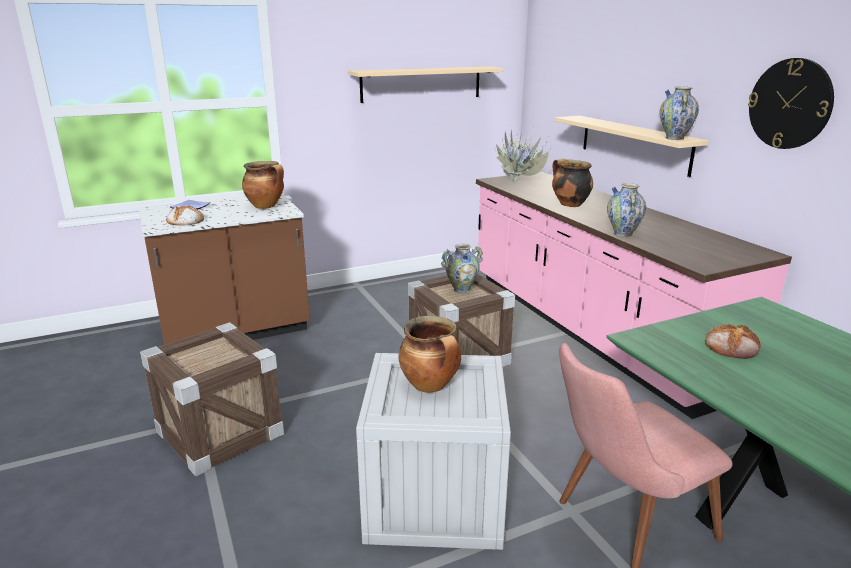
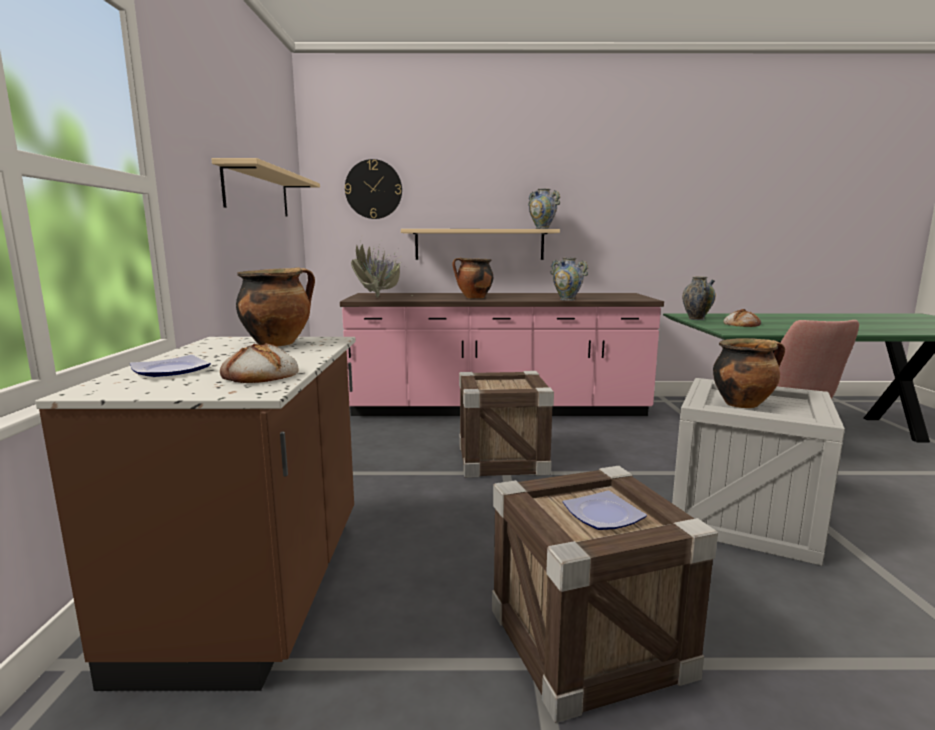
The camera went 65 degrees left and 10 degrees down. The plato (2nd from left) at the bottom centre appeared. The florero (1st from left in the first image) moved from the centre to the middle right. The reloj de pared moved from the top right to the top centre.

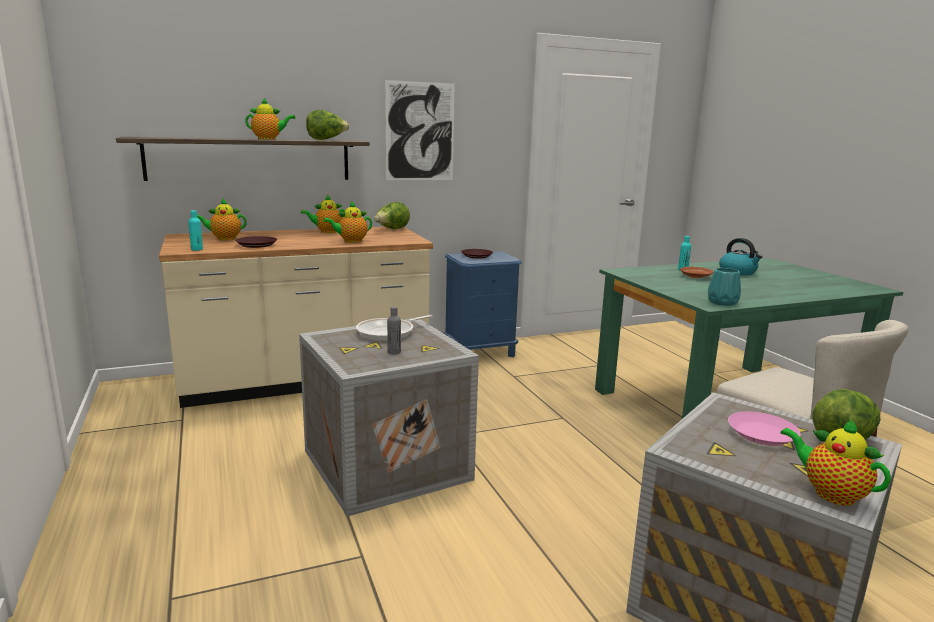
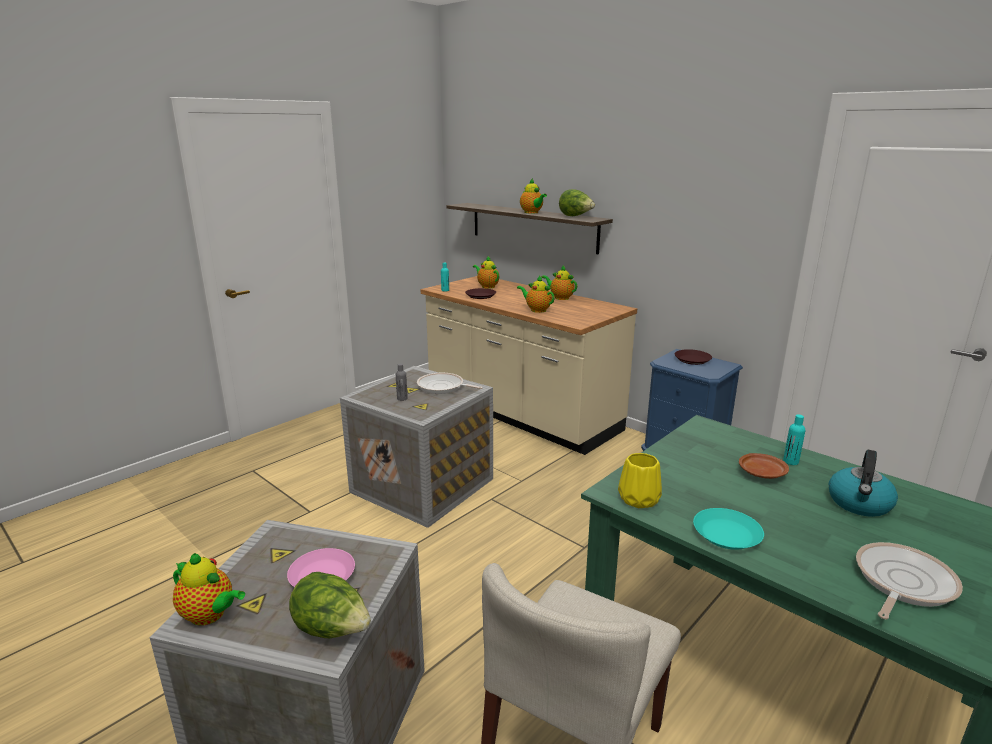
The camera went 65 degrees right and 5 degrees up. The lechuga (2nd from left) at the centre disappeared. The cuadro at the top centre disappeared. The plato/turquesa at the bottom right appeared. The sartén (2nd from left) at the bottom right appeared. The florero/turquesa at the middle right became the florero/amarillo at the centre. The tetera (5th from left in the first image) at the bottom right turned 90 degrees clockwise.

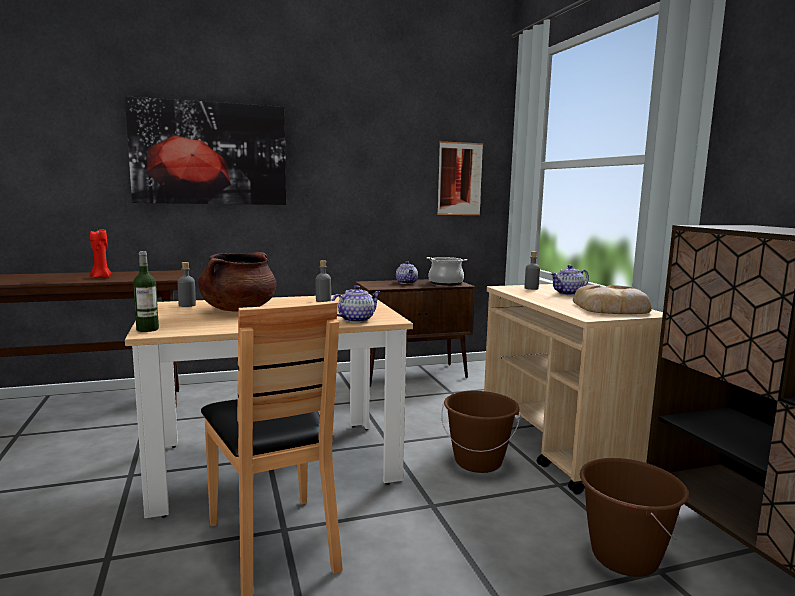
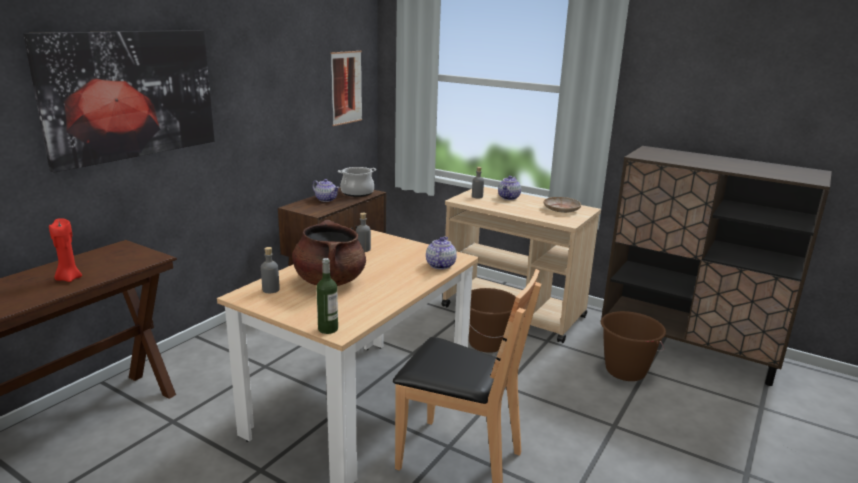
The camera went 40 degrees left and 10 degrees up. The pan at the middle right was replaced by the plato/beis at the centre.

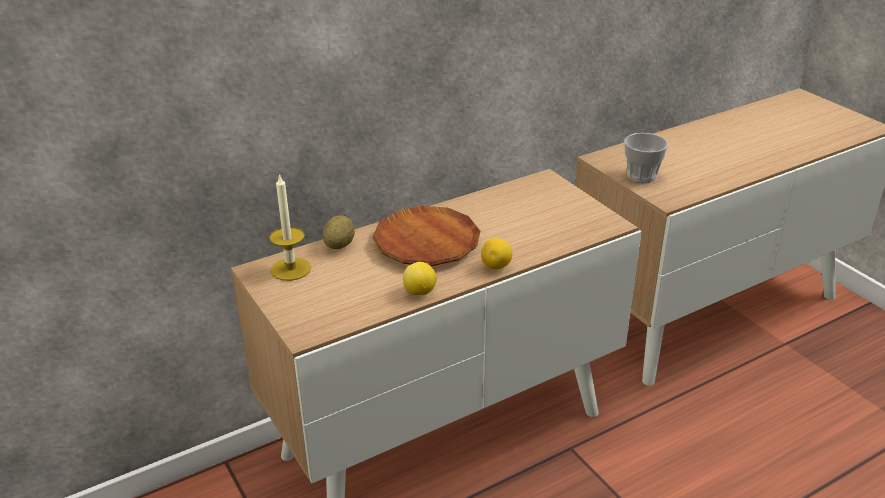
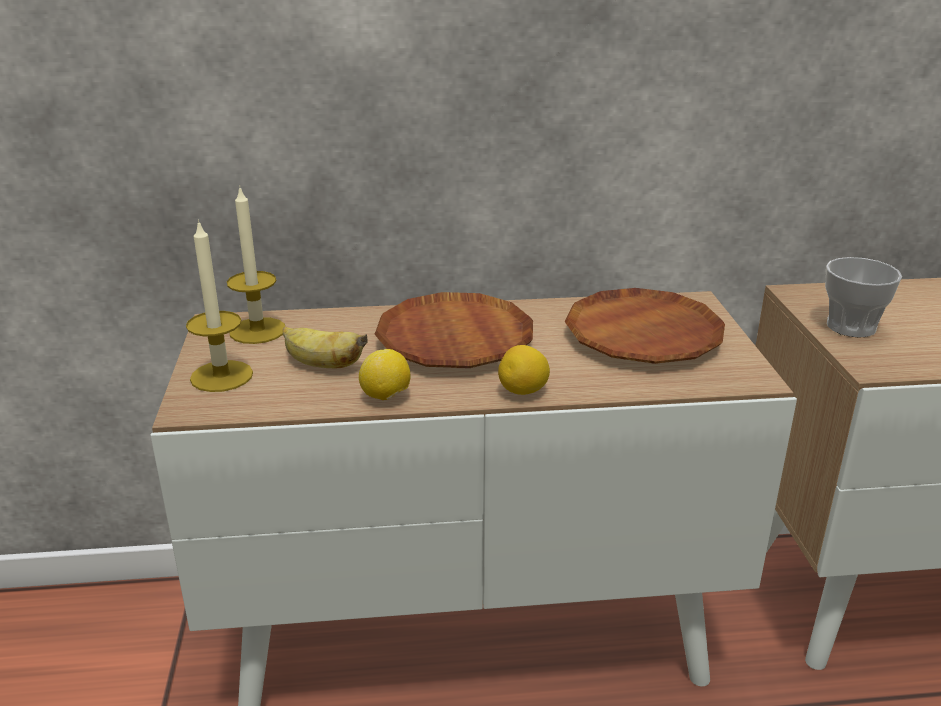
The camera went 25 degrees right and 5 degrees down. The patata at the centre disappeared. The vela (1st from left) at the middle left appeared. The plátano at the centre appeared. The plato/marrón (2nd from left) at the middle right appeared.

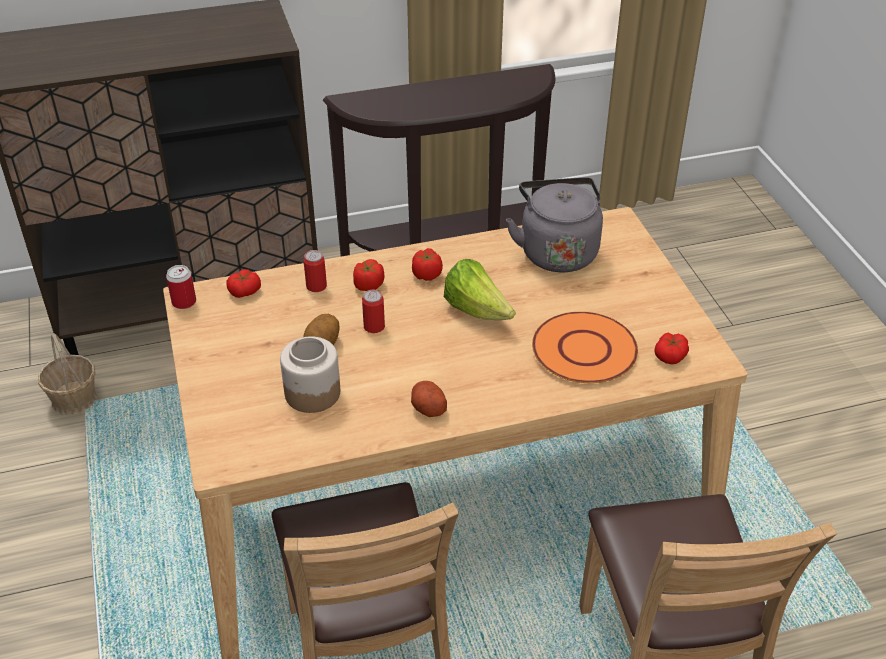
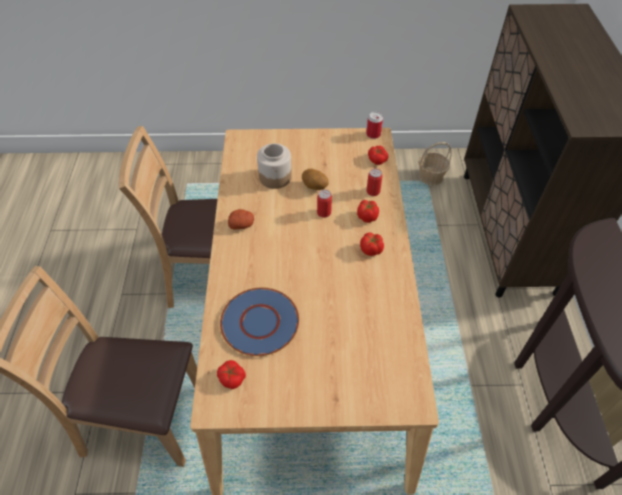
The camera went 105 degrees right and 10 degrees up. The lechuga at the centre disappeared. The hervidor/gris at the centre disappeared. The plato/naranja at the centre became the plato/azul at the centre.

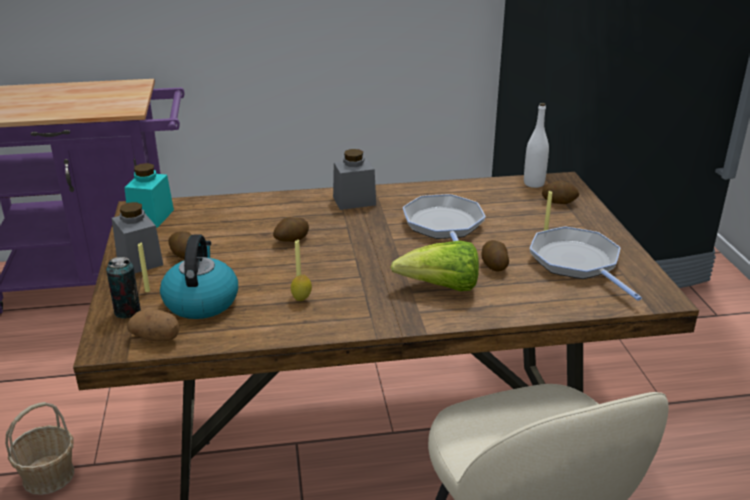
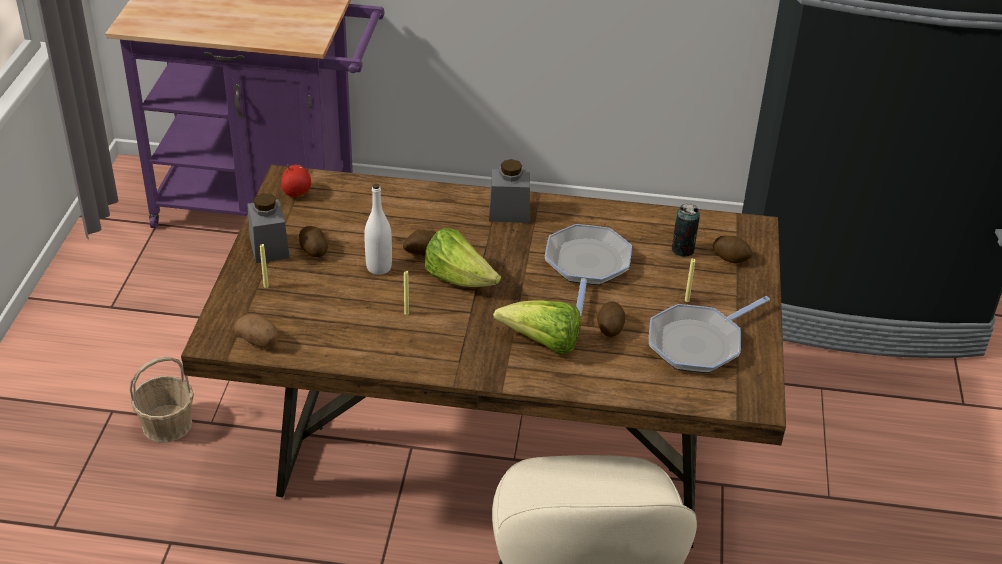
The camera went 15 degrees right and 10 degrees up. The hervidor at the middle left disappeared. The limón at the centre disappeared. The lechuga (1st from left) at the centre appeared. The lata moved from the middle left to the middle right. The botella/blanco moved from the top right to the centre. The tarro/turquesa at the middle left was replaced by the manzana at the top left. The sartén (2nd from left) at the middle right turned 120 degrees counterclockwise.

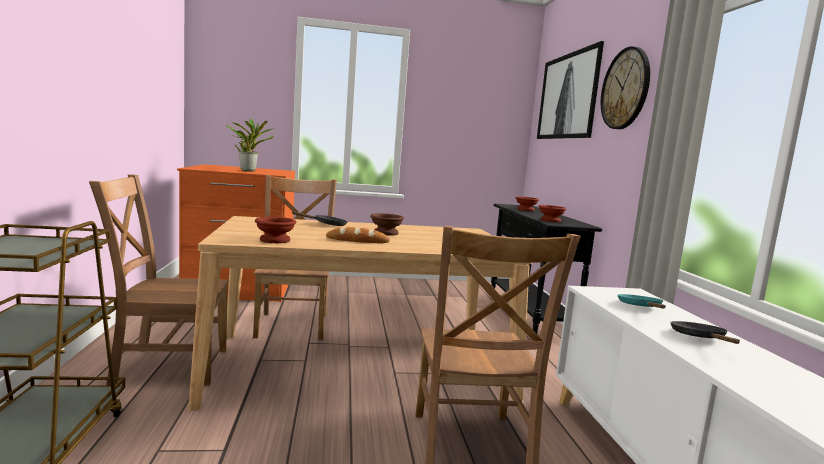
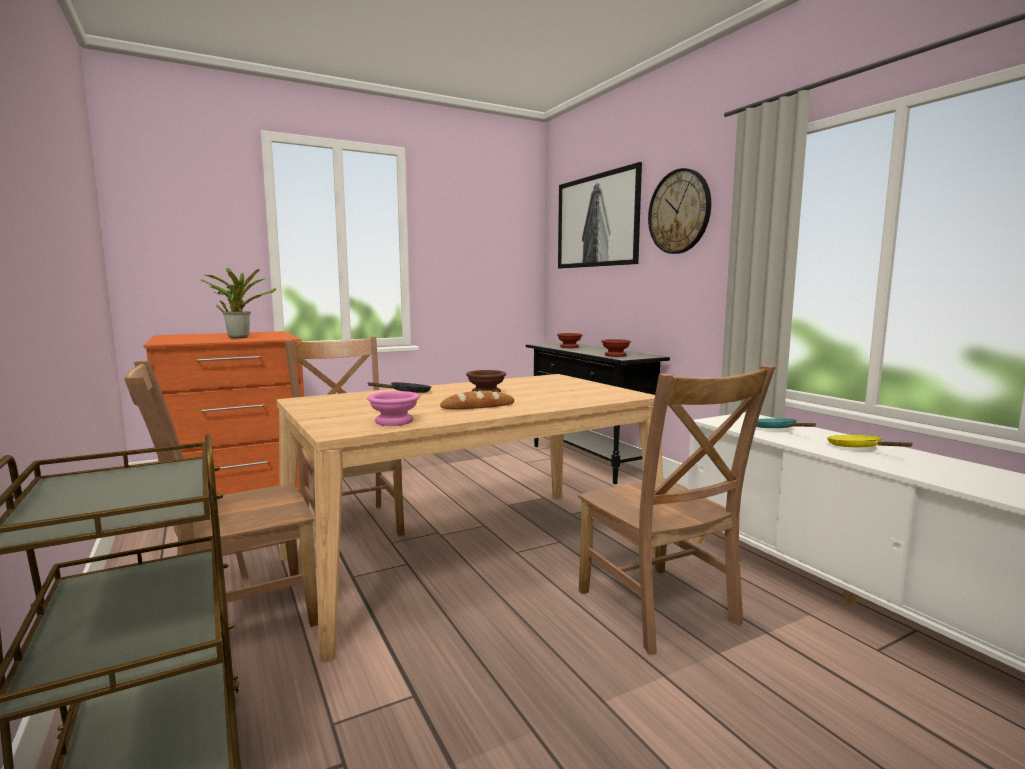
The camera went 20 degrees left and 0 degrees up. The cuenco/marrón (1st from left) at the centre became the cuenco/rosa at the centre. The sartén/negro (2nd from left) at the bottom right became the sartén/amarillo at the middle right.

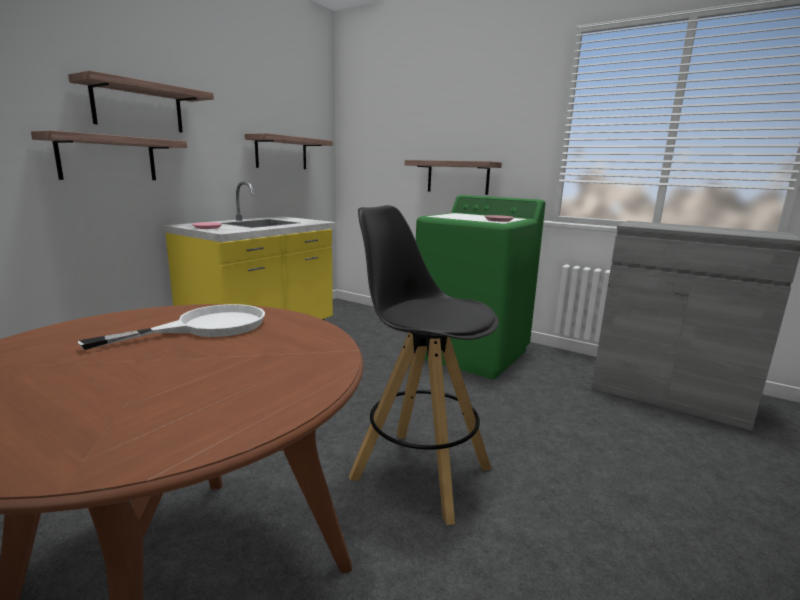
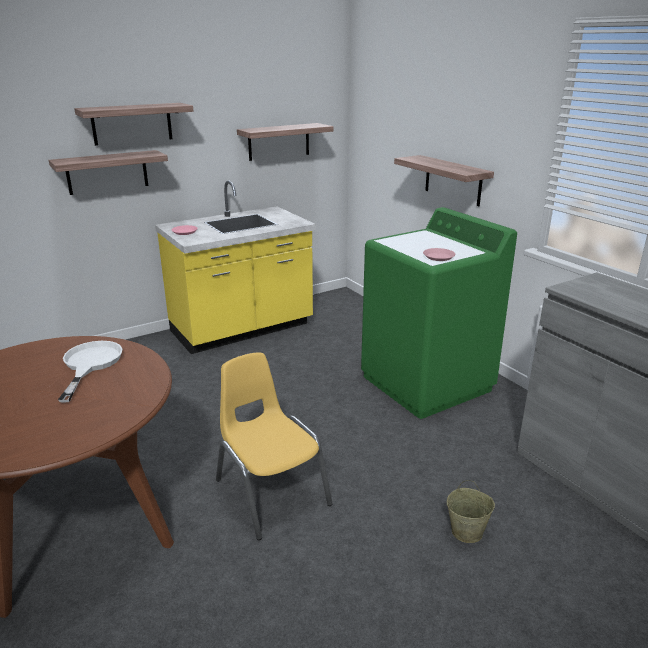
The camera went 25 degrees right and 10 degrees up. The cubo/beis at the bottom right appeared. The taburete/negro at the centre was replaced by the silla/amarillo at the bottom centre. The sartén/blanco at the middle left turned 75 degrees counterclockwise.

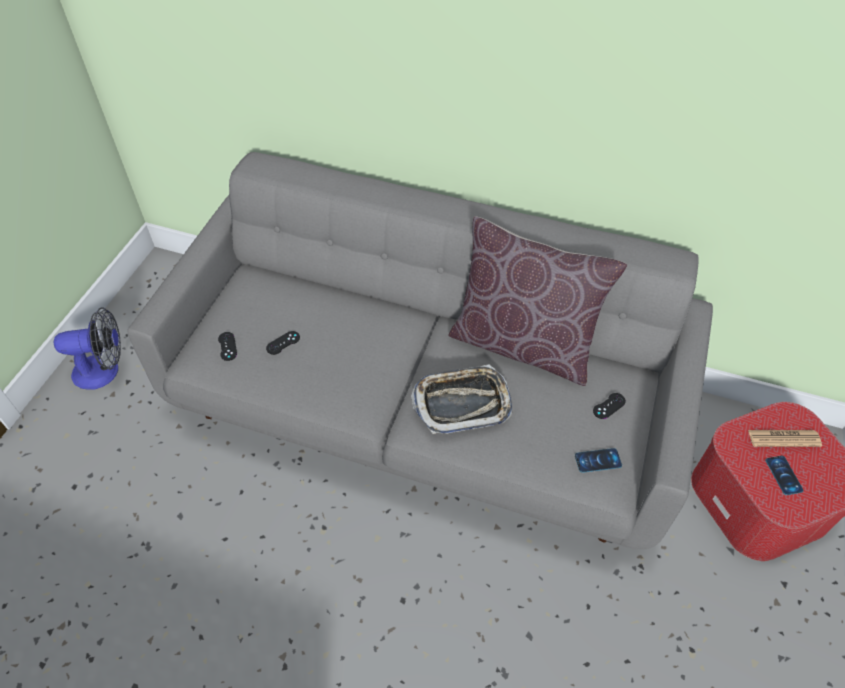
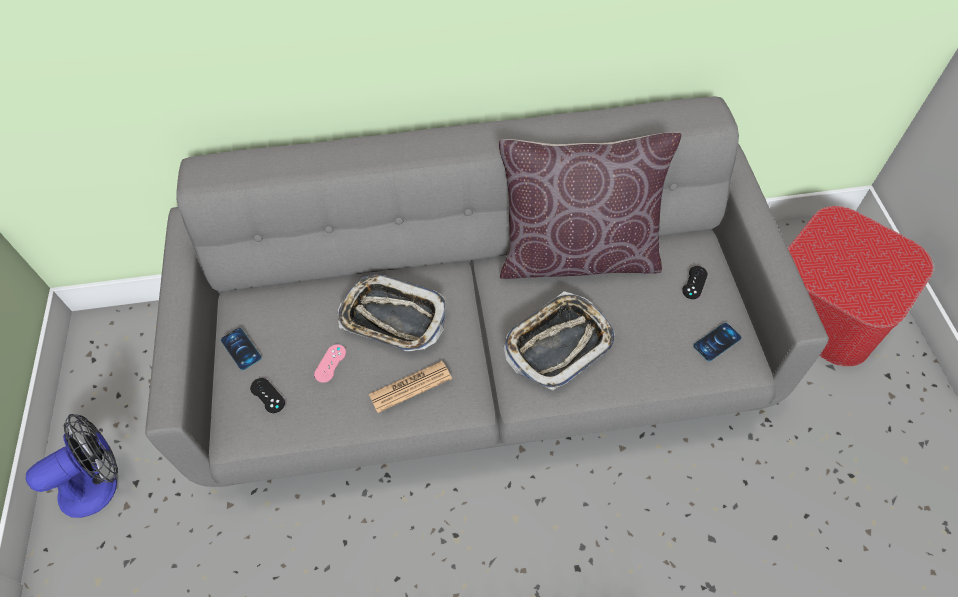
The camera went 25 degrees left and 5 degrees up. The bandeja (1st from left) at the centre appeared. The periódico moved from the middle right to the centre. The móvil (2nd from left in the first image) moved from the bottom right to the middle left. The mando de consola/negro (2nd from left) at the centre became the mando de consola/rosa at the centre.

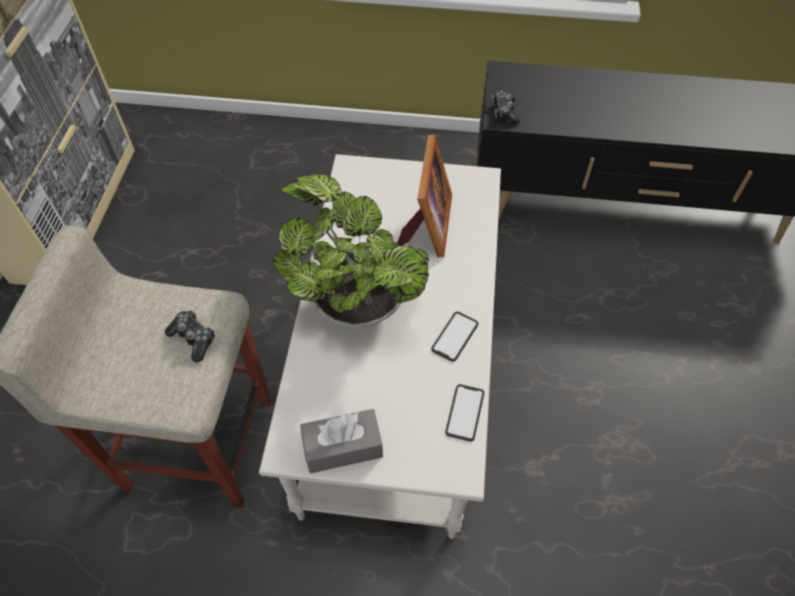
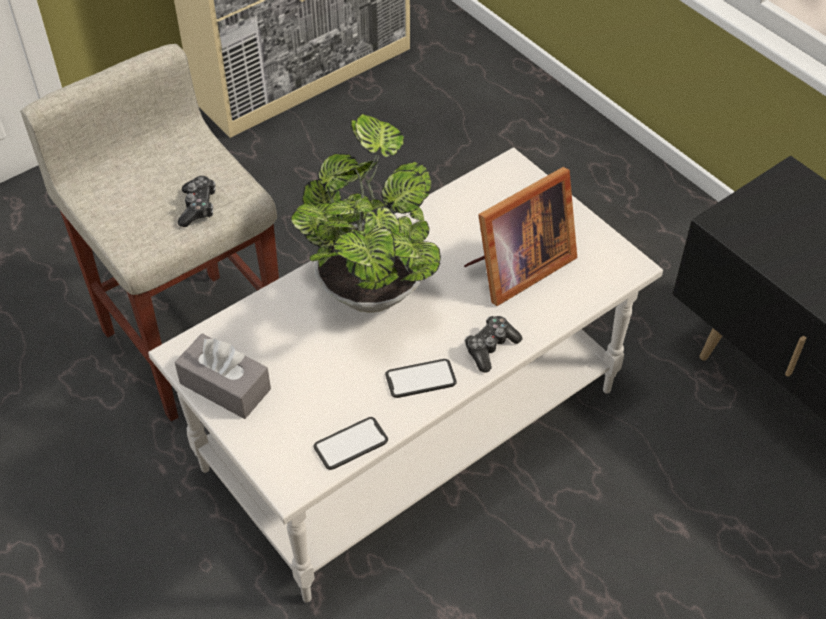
The camera went 45 degrees right and 5 degrees down. The mando de consola (2nd from left) moved from the top centre to the centre.

